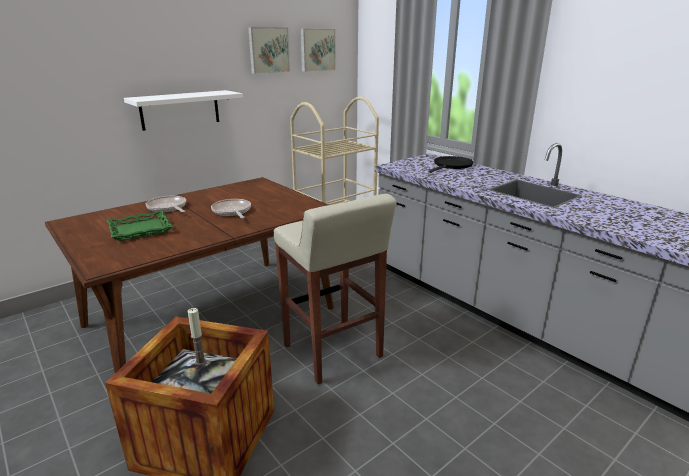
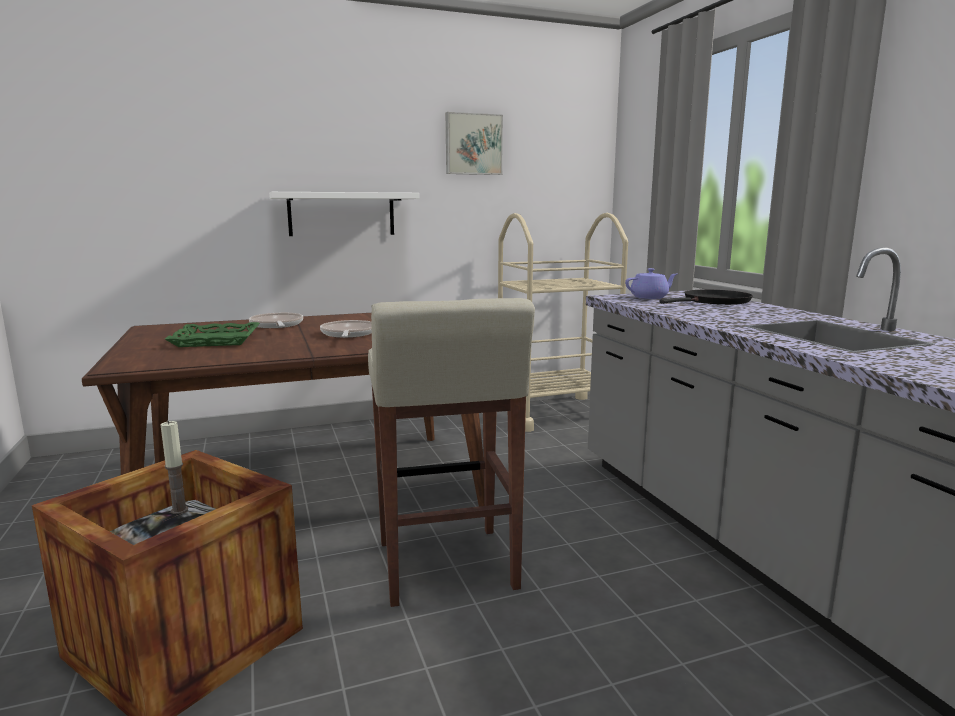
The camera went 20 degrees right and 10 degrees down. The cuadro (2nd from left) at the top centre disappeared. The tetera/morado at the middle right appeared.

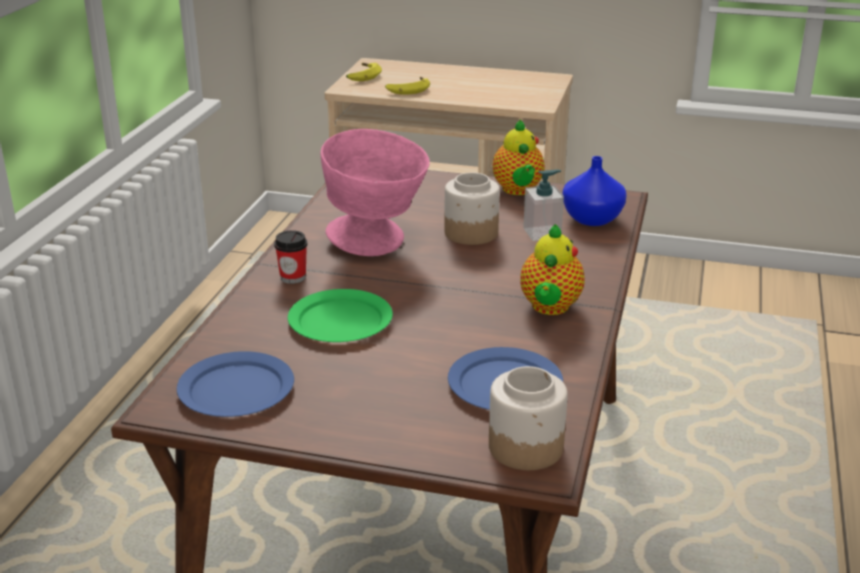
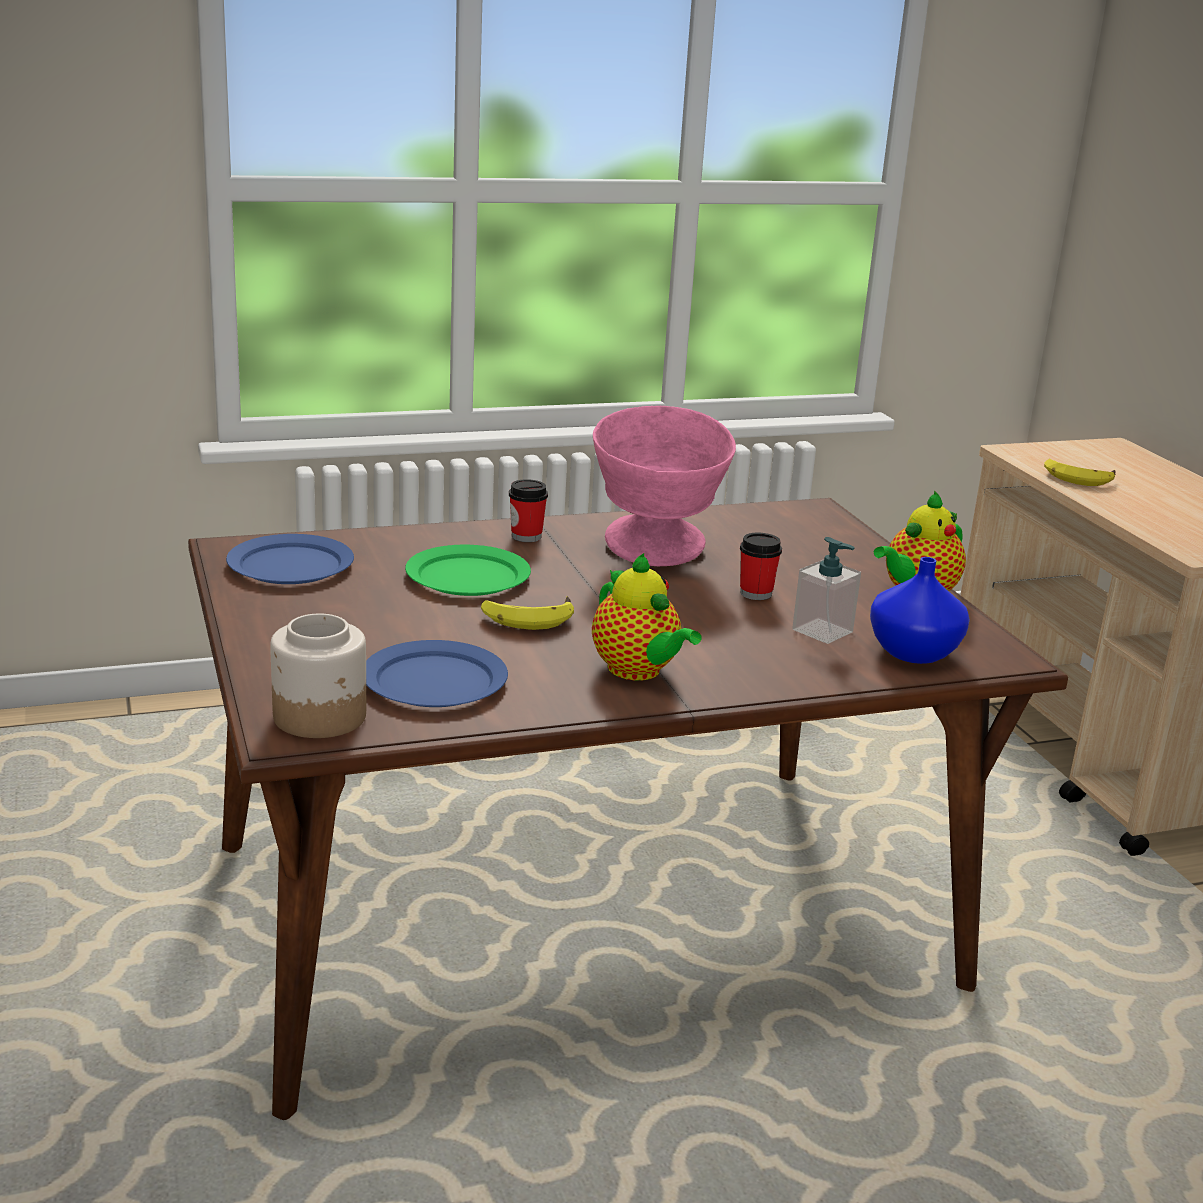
The camera went 55 degrees right and 5 degrees down. The plátano (1st from left) moved from the top centre to the centre. The tarro (1st from left) at the centre was replaced by the taza (2nd from left) at the centre. The tetera (2nd from left in the first image) at the centre turned 105 degrees counterclockwise.

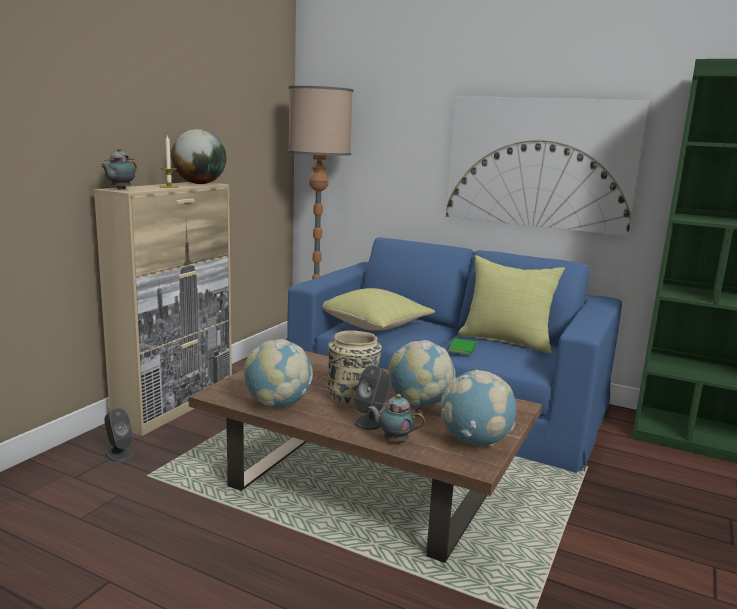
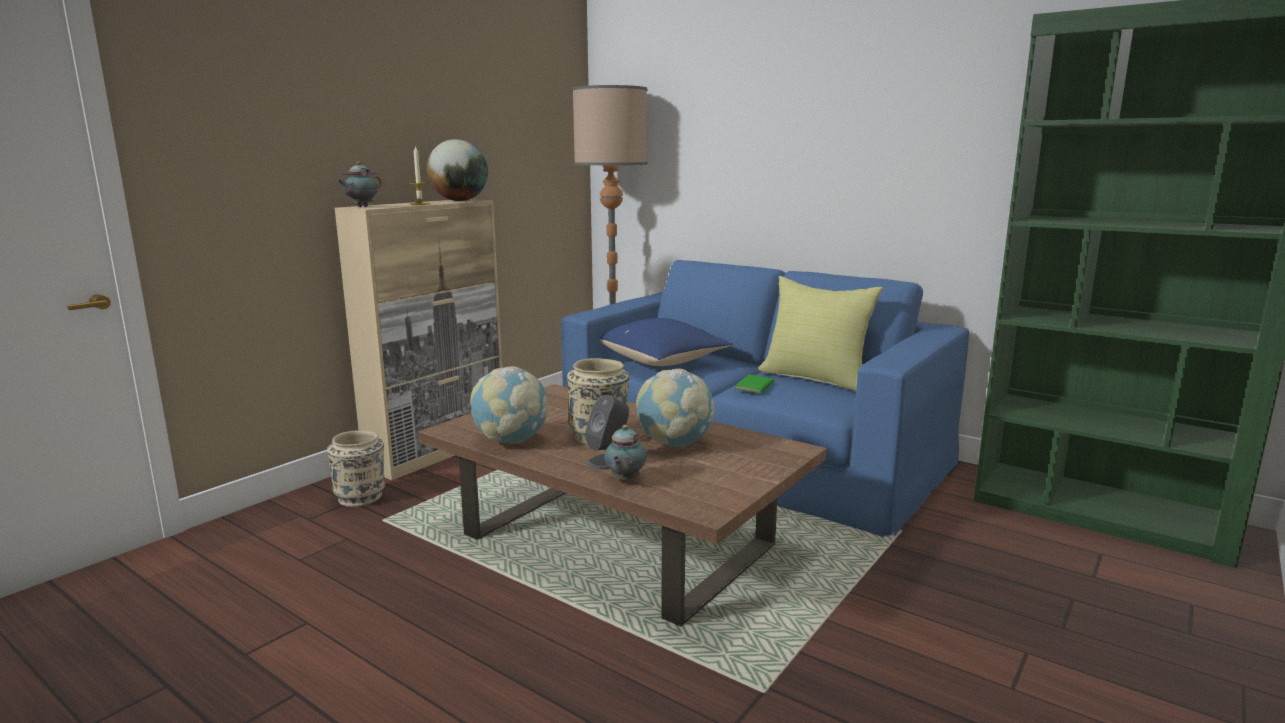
The camera went 10 degrees right and 0 degrees up. The globo terráqueo (4th from left) at the bottom centre disappeared. The cuadro at the top right disappeared. The altavoz/gris (1st from left) at the bottom left was replaced by the florero/beis (1st from left) at the middle left. The cojín/amarillo (1st from left) at the centre became the cojín/azul at the centre. The tetera (2nd from left) at the bottom centre turned 105 degrees counterclockwise.

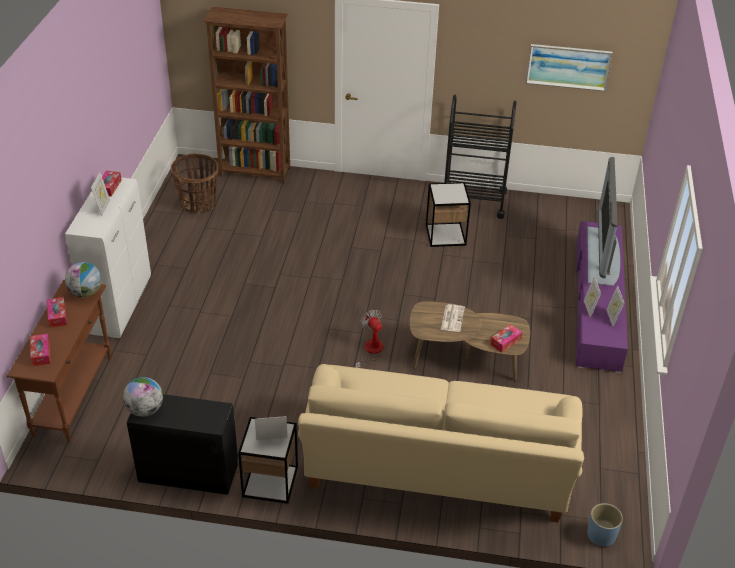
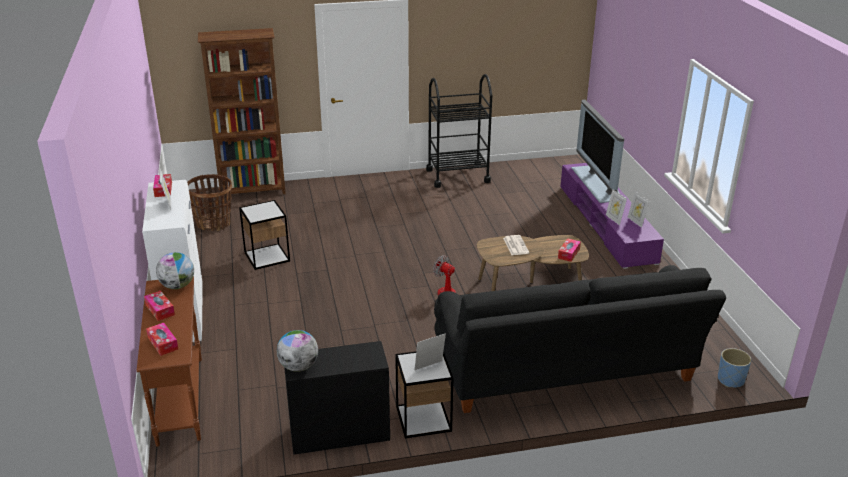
The camera went 20 degrees left and 10 degrees down. The cuadro at the top right disappeared. The mesa auxiliar (2nd from left in the first image) moved from the centre to the middle left. The sofá/beis at the bottom centre became the sofá/negro at the bottom right.

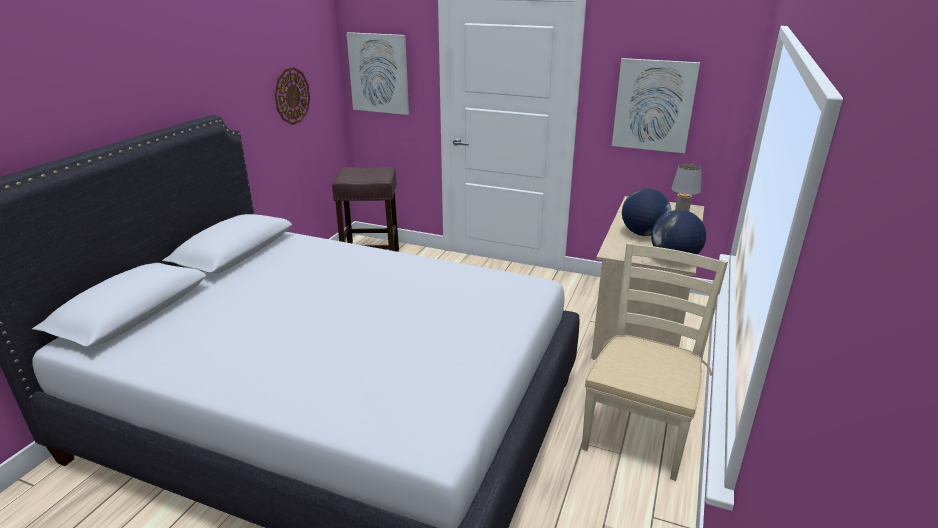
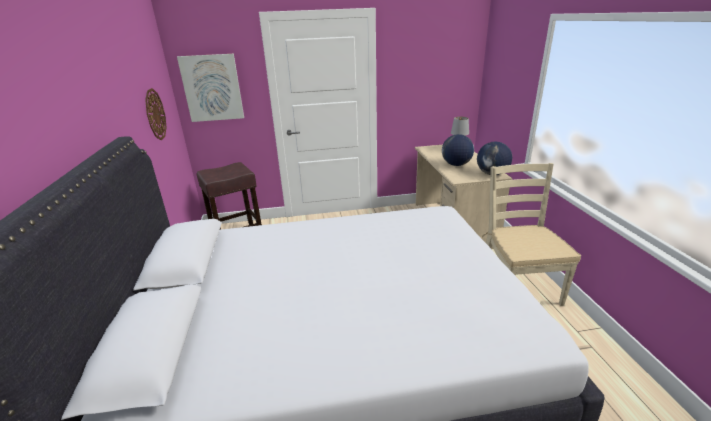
The camera went 30 degrees left and 0 degrees up. The cuadro (2nd from left) at the top right disappeared.

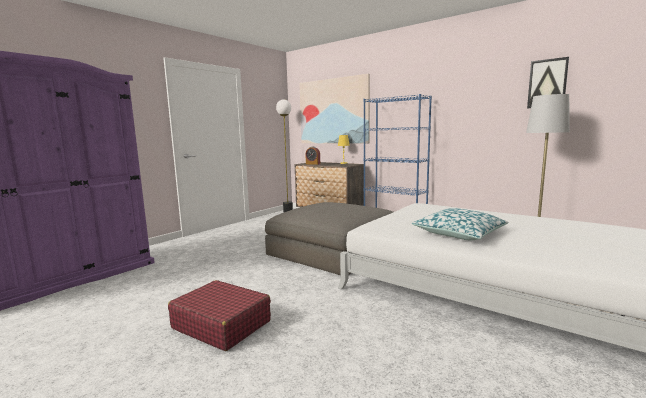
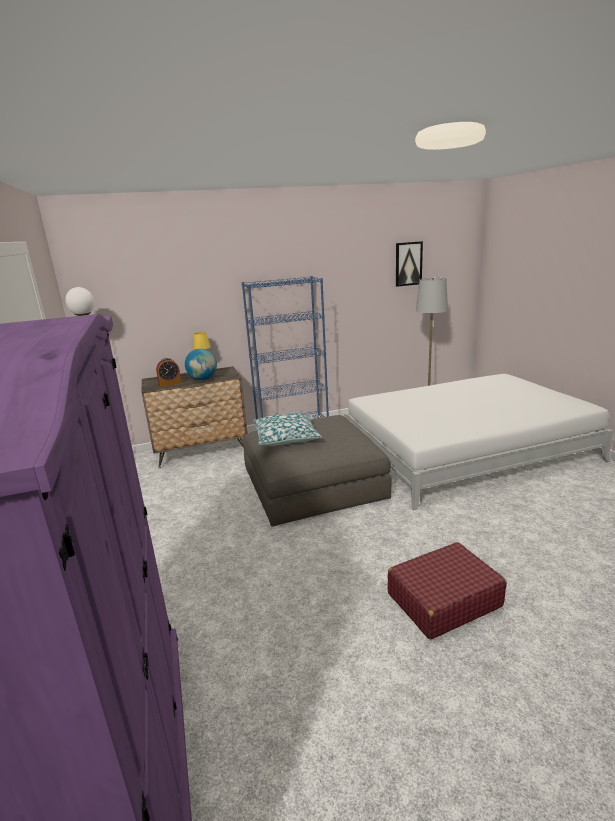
The camera went 55 degrees left and 10 degrees up. The cuadro (1st from left) at the top centre disappeared. The globo terráqueo at the middle left appeared. The cojín moved from the middle right to the centre.

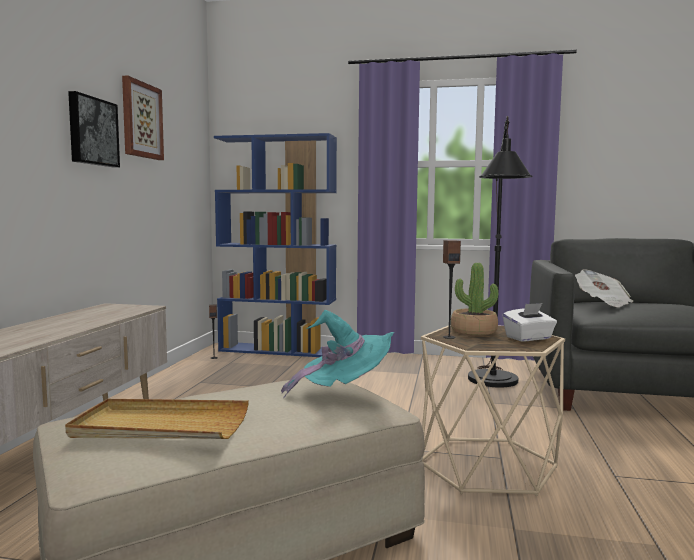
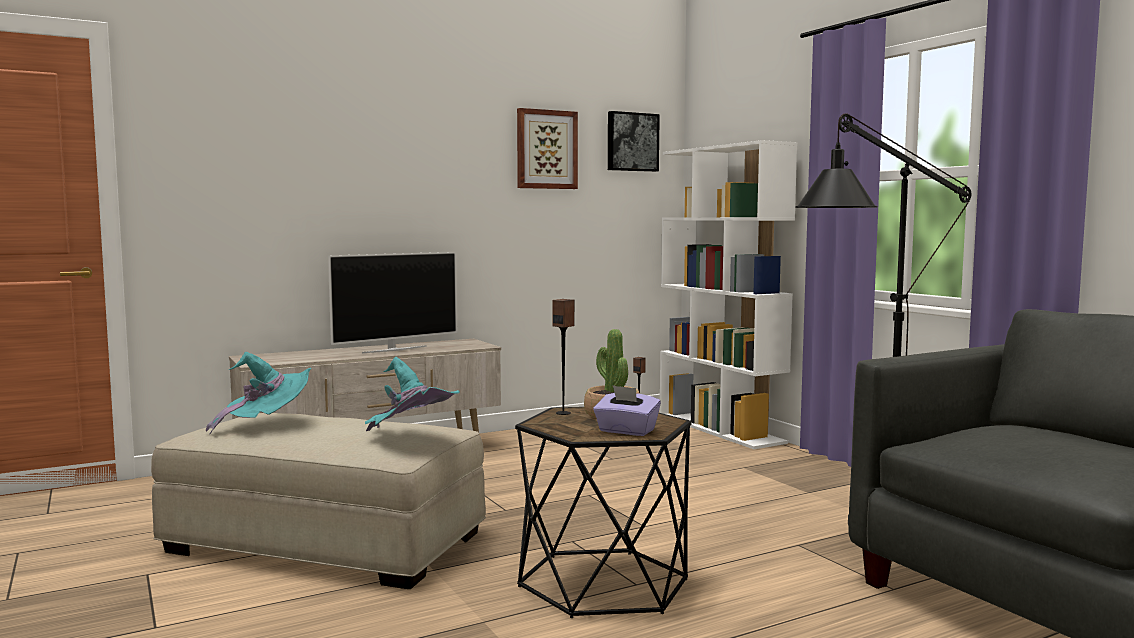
The camera went 50 degrees right and 0 degrees up. The periódico at the middle right disappeared. The televisor at the centre appeared. The cuadro (1st from left in the first image) moved from the top left to the top centre. The bandeja/beis at the bottom left was replaced by the sombrero/turquesa (1st from left) at the middle left. The estantería/azul at the centre became the estantería/blanco at the centre. The mesa auxiliar/beis at the bottom right became the mesa auxiliar/negro at the bottom centre. The caja de pañuelos/blanco at the middle right became the caja de pañuelos/morado at the centre.

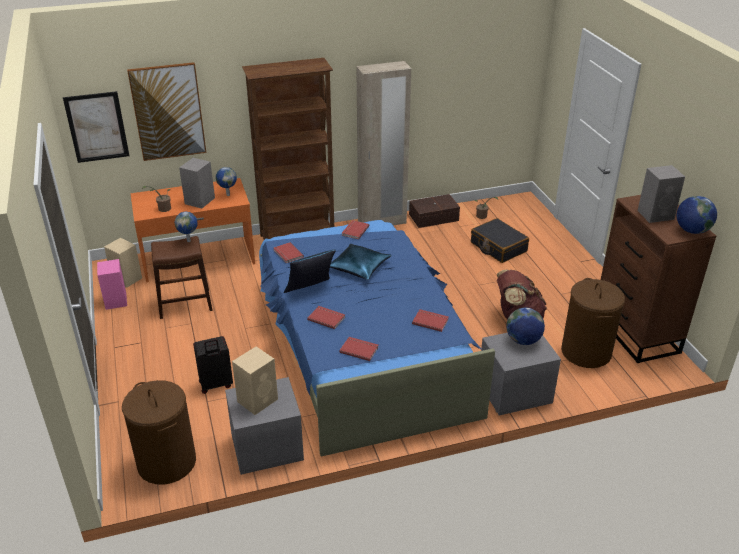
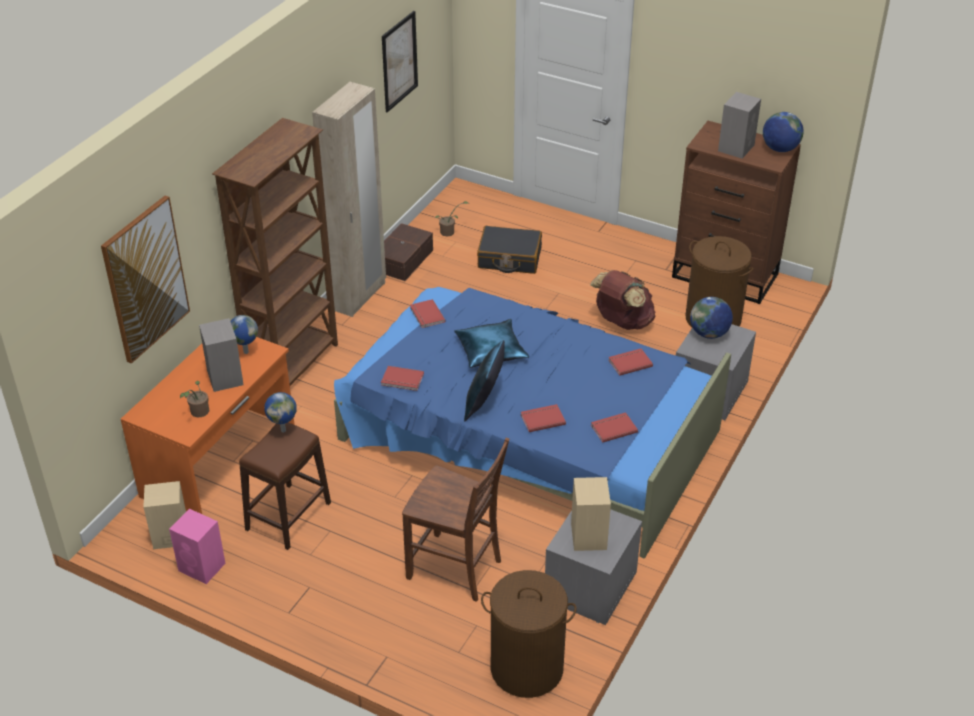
The camera went 45 degrees left and 5 degrees up. The cuadro (1st from left in the first image) moved from the top left to the top centre. The maleta/negro (1st from left) at the middle left was replaced by the silla/marrón at the bottom centre.

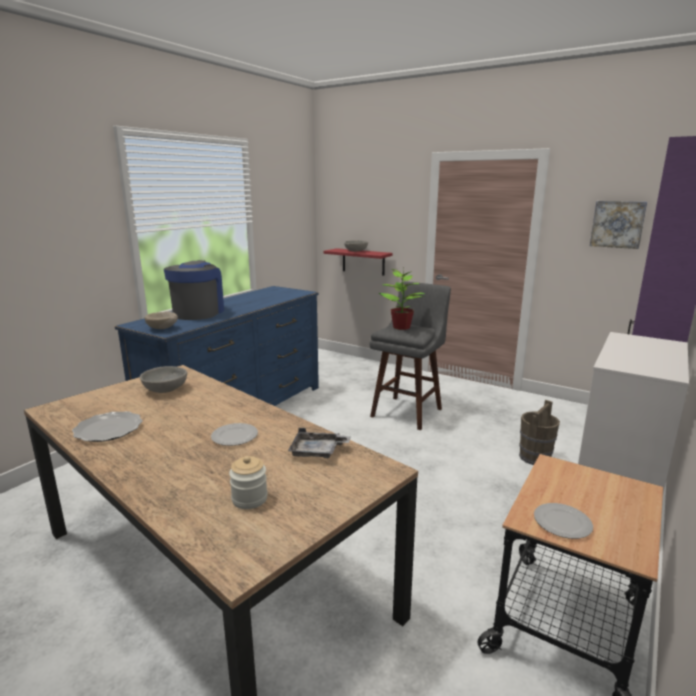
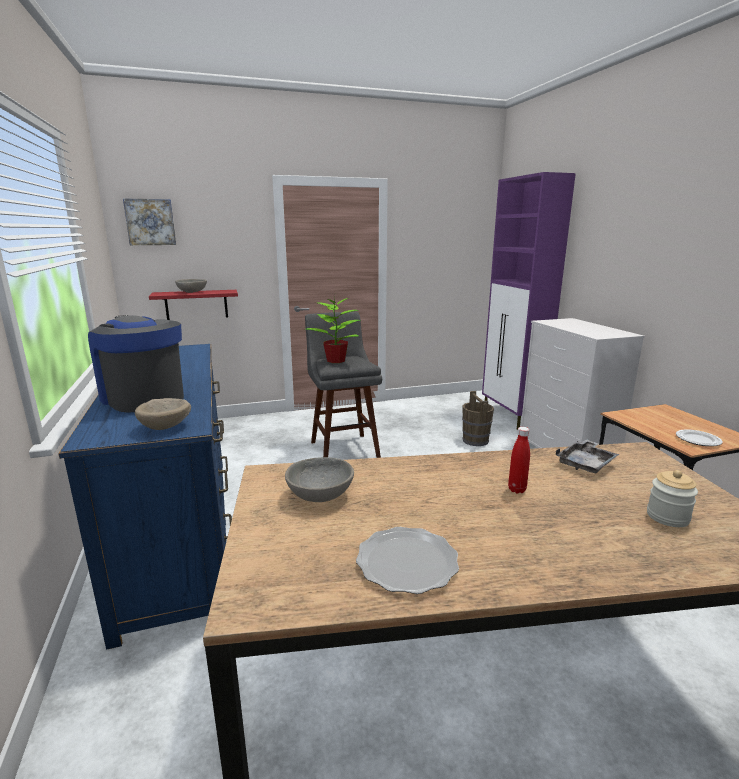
The camera went 50 degrees left and 0 degrees up. The cuadro moved from the top right to the top left. The plato (2nd from left) at the centre was replaced by the botella/rojo at the middle right.

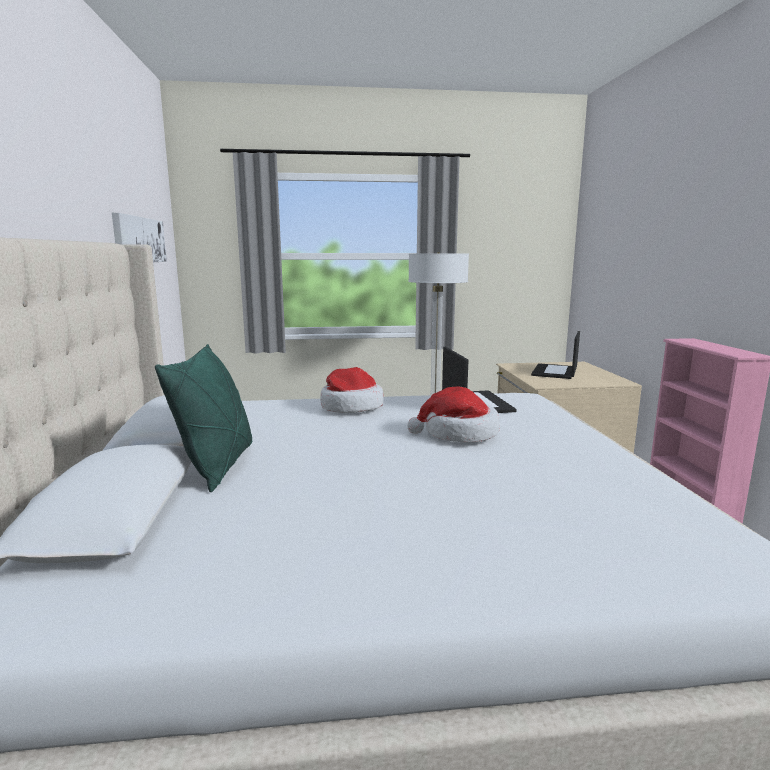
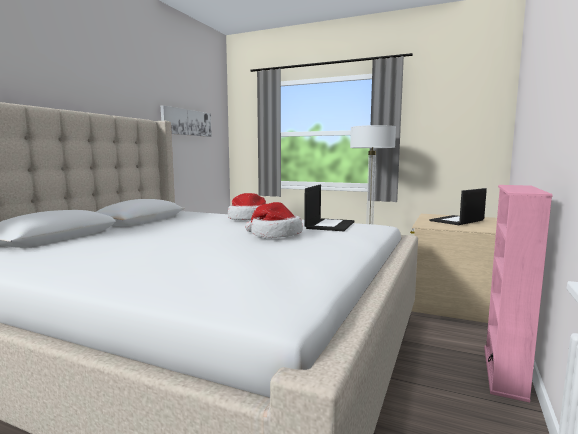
The camera went 30 degrees right and 5 degrees down. The cojín/verde at the middle left disappeared.

